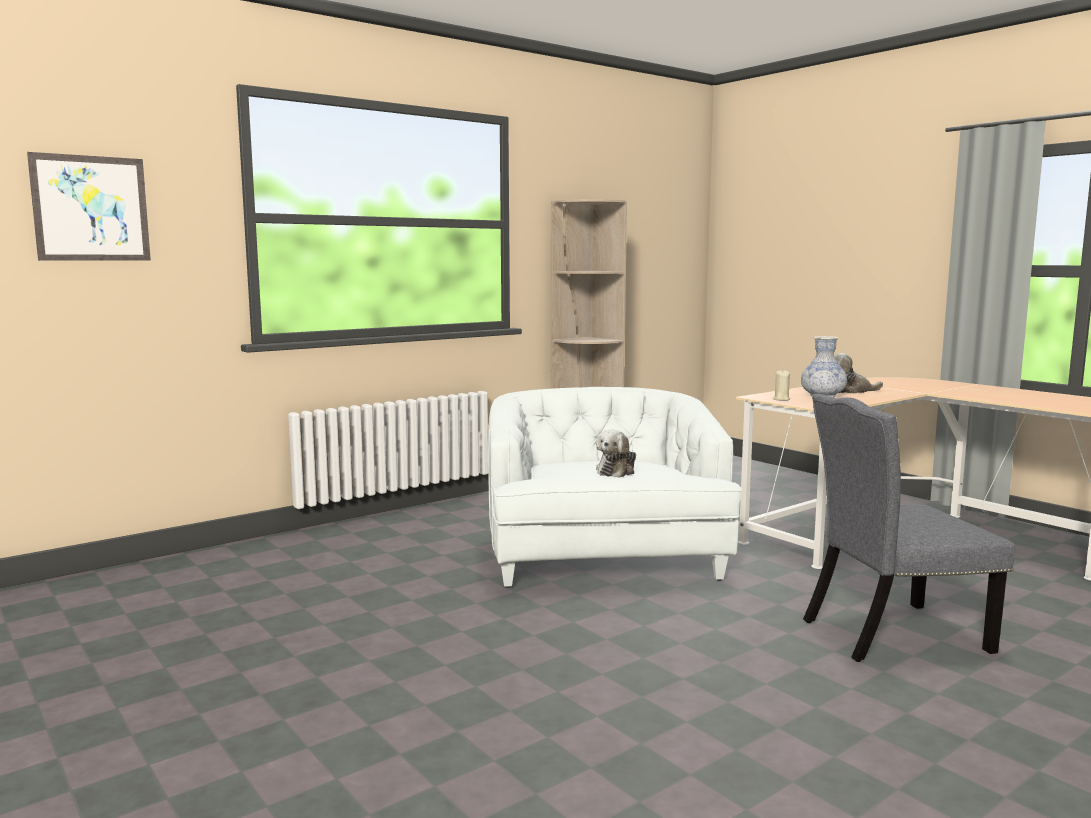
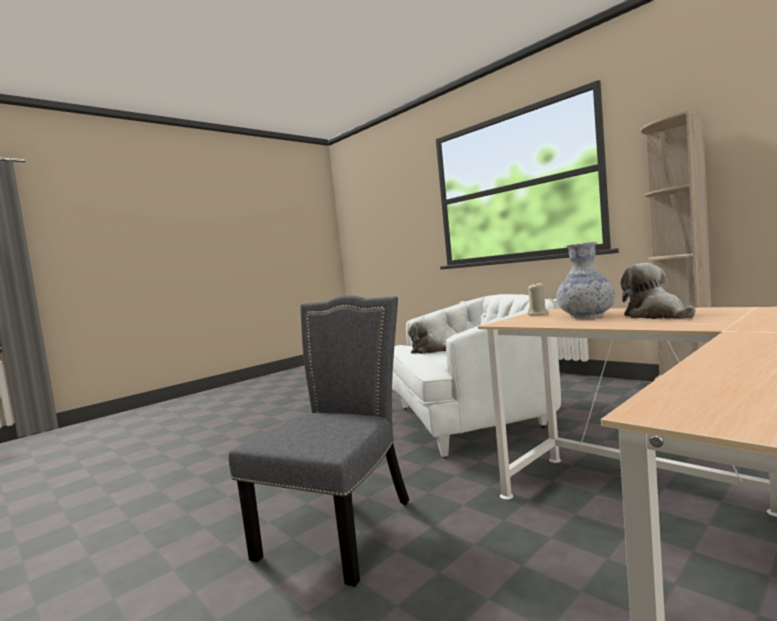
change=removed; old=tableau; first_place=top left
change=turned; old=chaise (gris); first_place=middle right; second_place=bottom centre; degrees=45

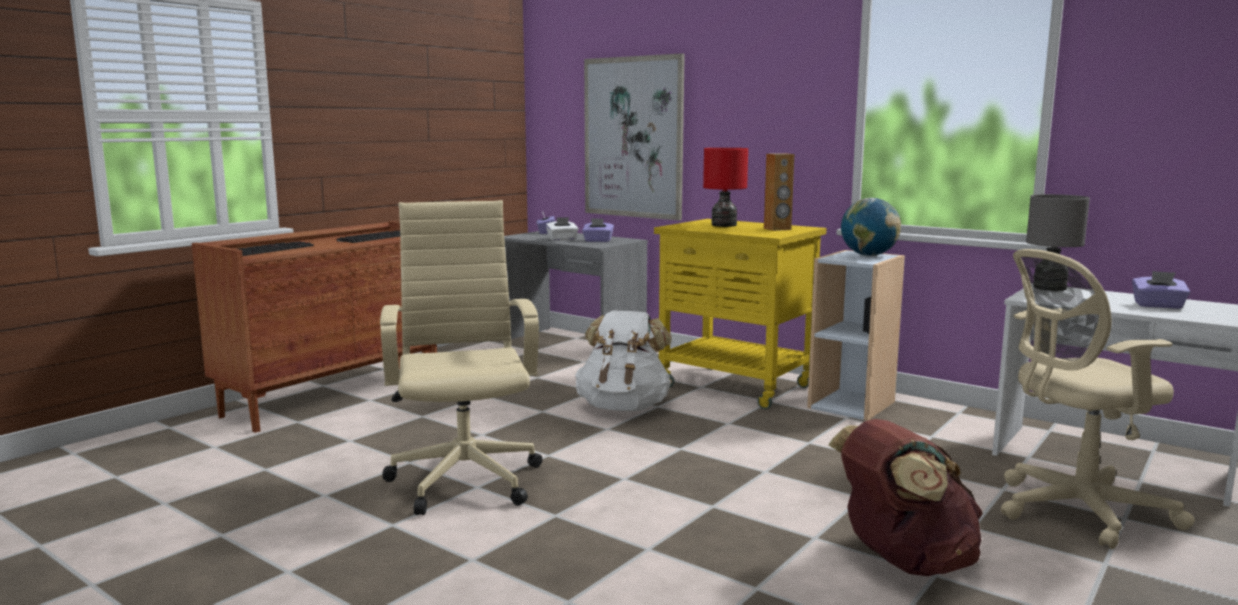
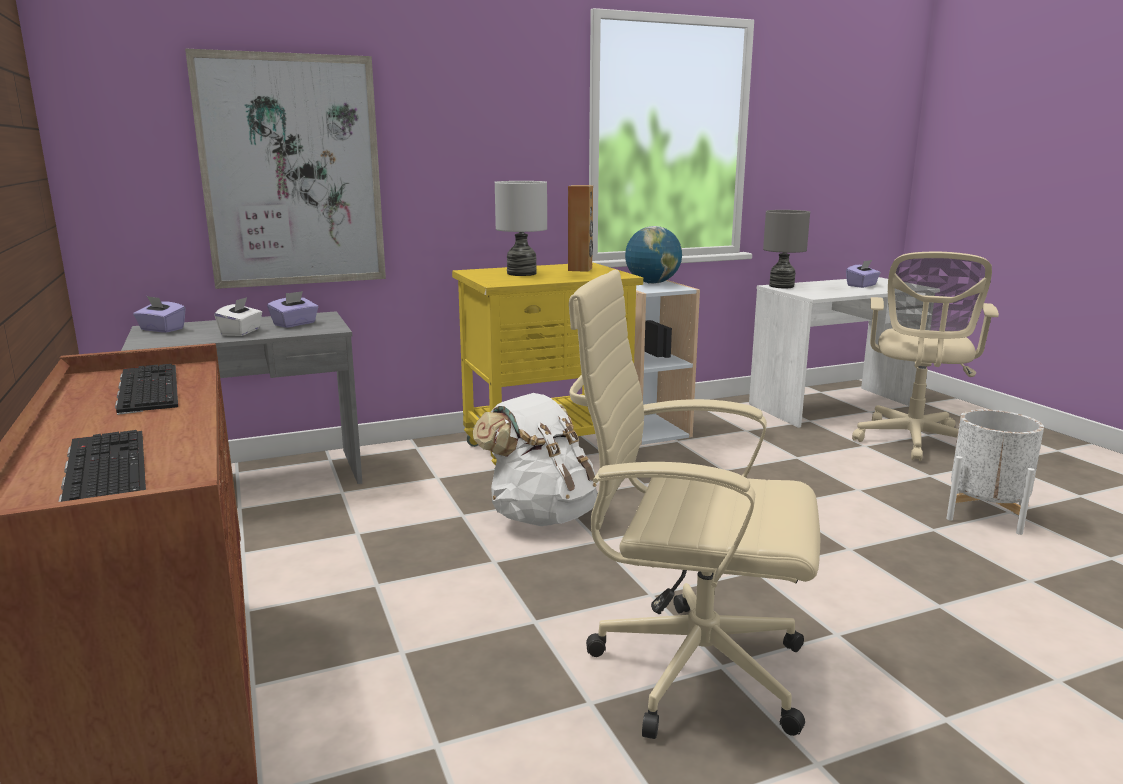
change=recoloured; old=lampe de table (rouge); new=lampe de table (gris) (1st from left); first_place=top centre; second_place=top centre
change=replaced; old=sac à dos (marron); new=cache-pot (blanc); first_place=bottom right; second_place=middle right

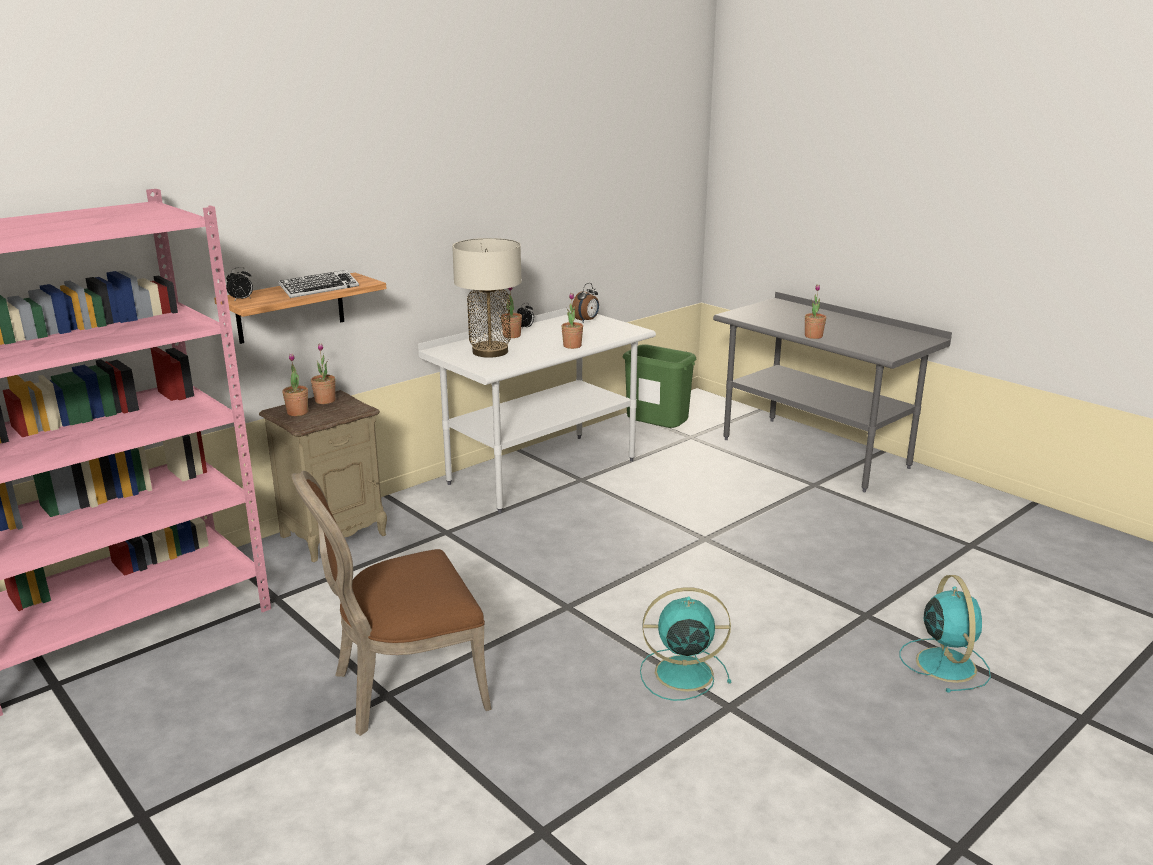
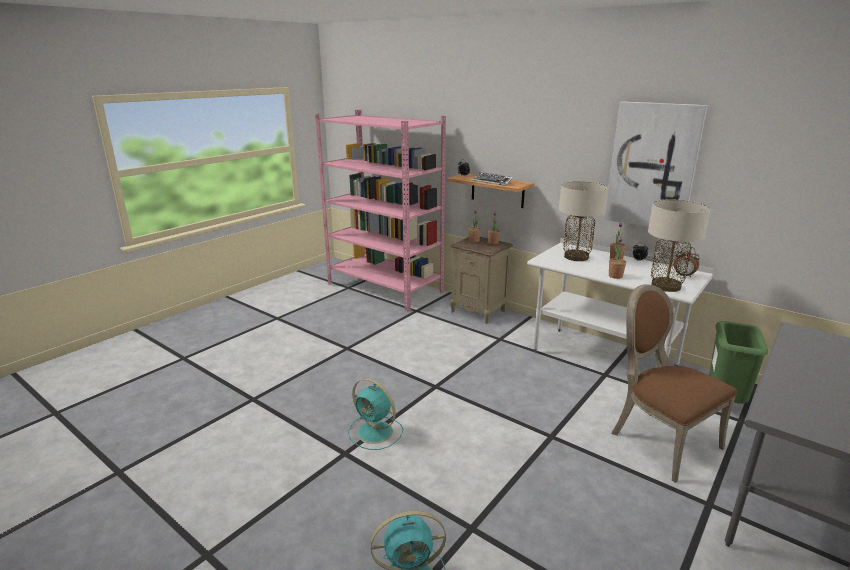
change=moved; old=chaise (marron); first_place=bottom centre; second_place=bottom right
change=turned; old=ventilateur (turquoise) (1st from left); first_place=bottom centre; second_place=bottom centre; degrees=135
change=removed; old=plante en pot (5th from left); first_place=middle right
change=added; new=tableau; second_place=top right
change=added; new=lampe de table (2nd from left); second_place=middle right

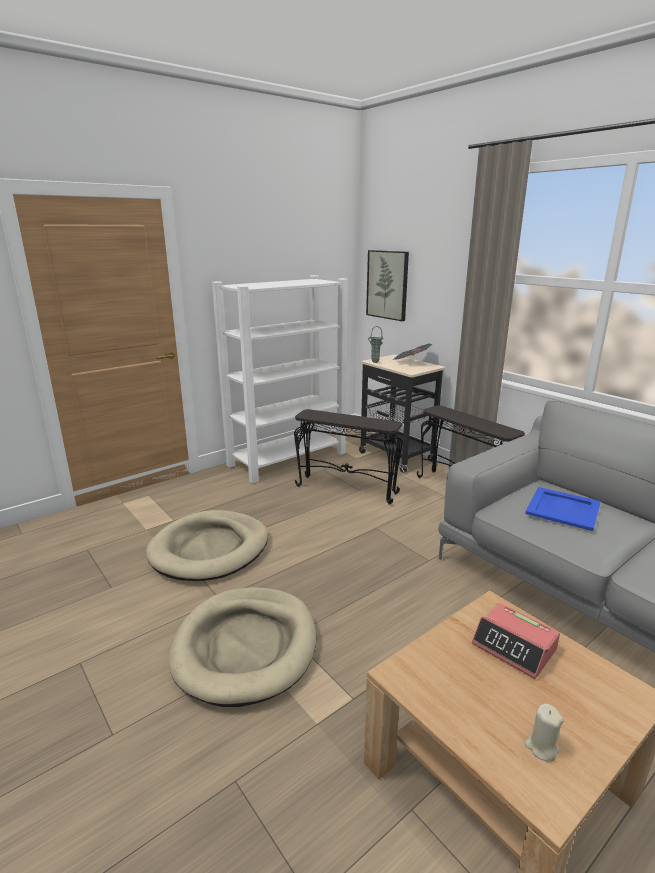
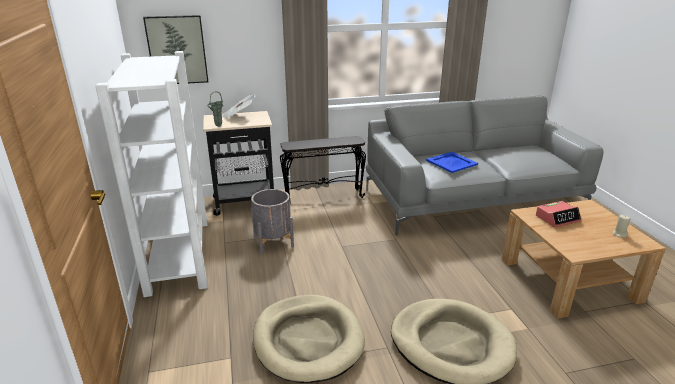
change=replaced; old=table d'appoint (noir) (1st from left); new=cache-pot (gris); first_place=centre; second_place=centre

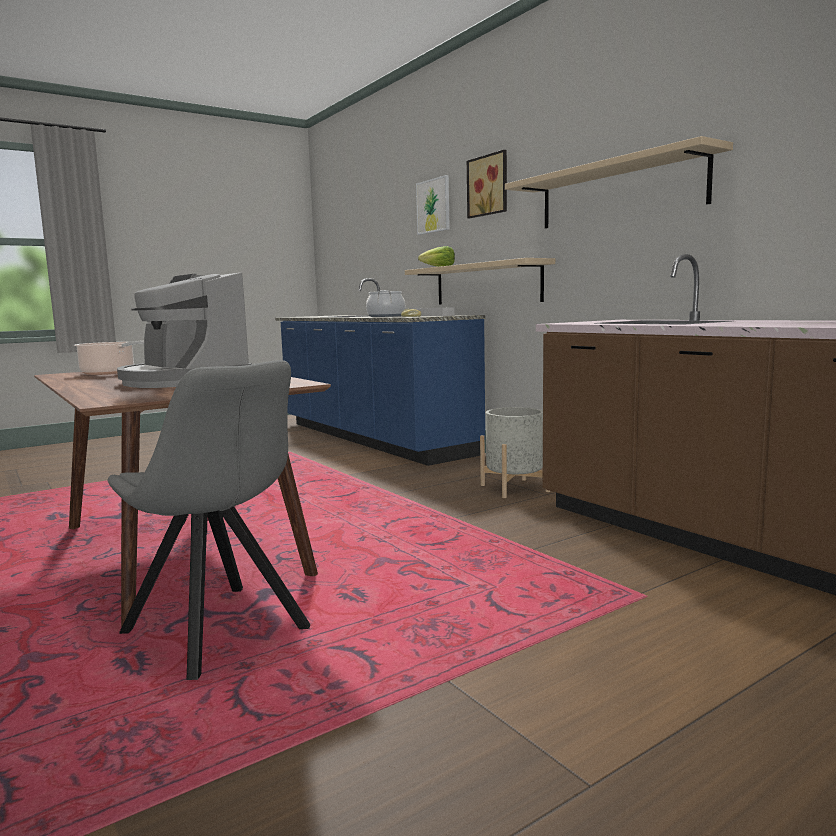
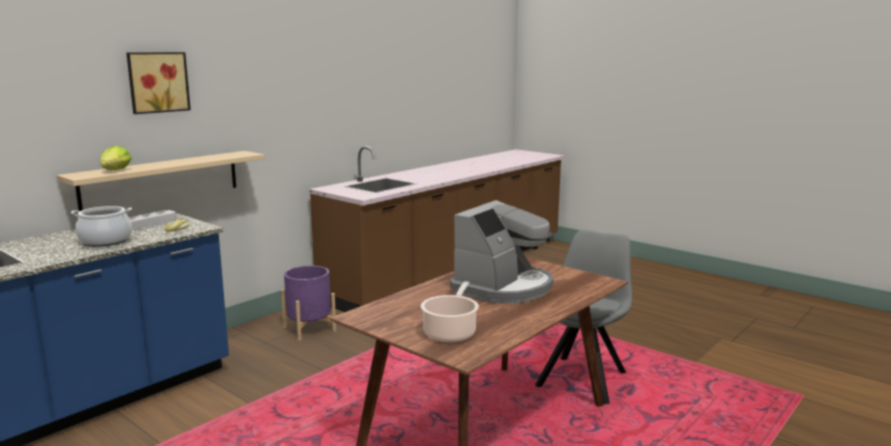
change=removed; old=tableau (1st from left); first_place=top centre
change=recoloured; old=cache-pot (gris); new=cache-pot (violet); first_place=centre; second_place=bottom centre
change=removed; old=étagère (beige) (2nd from left); first_place=top right

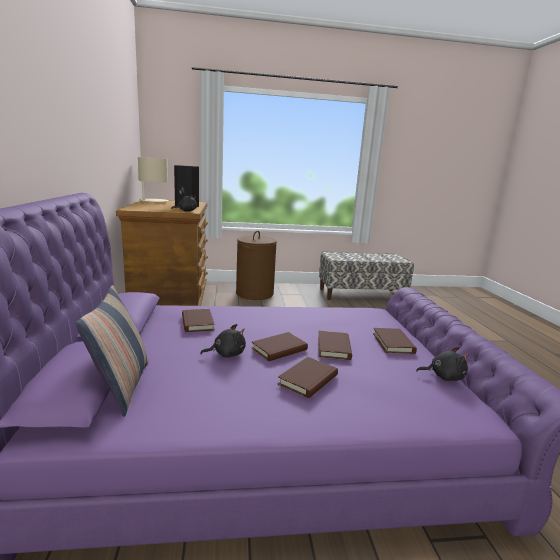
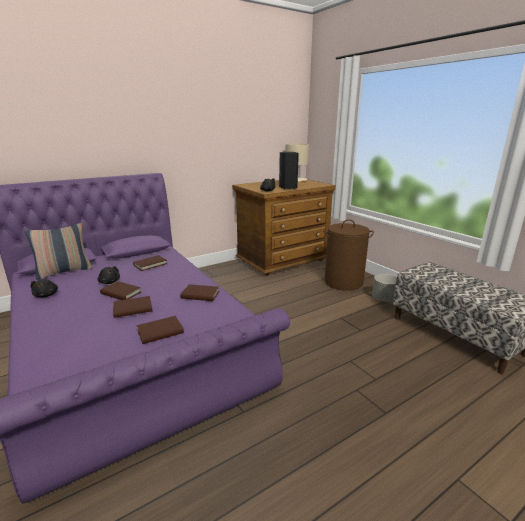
change=moved; old=livre (marron) (3rd from left in the first image); new=livre (marron) (5th from left); first_place=bottom centre; second_place=centre
change=moved; old=peluche (noir) (3rd from left in the first image); new=peluche (noir) (1st from left); first_place=middle right; second_place=middle left
change=added; new=cache-pot (gris); second_place=middle right

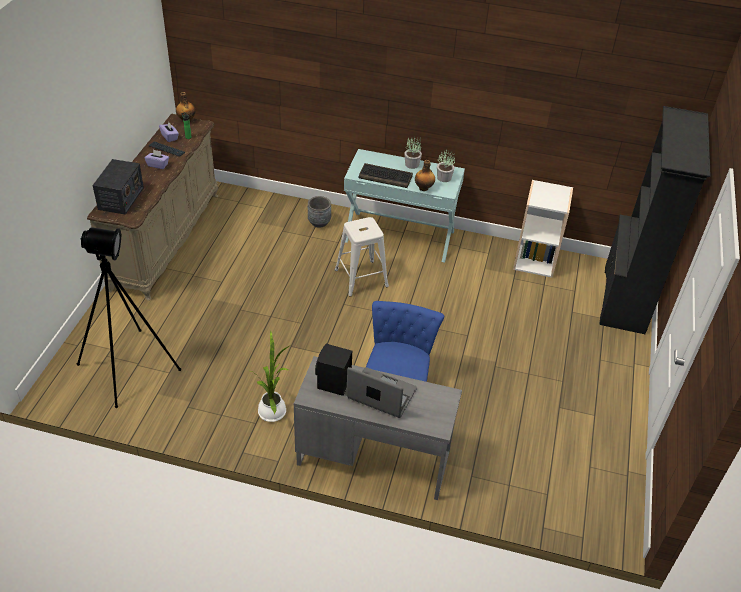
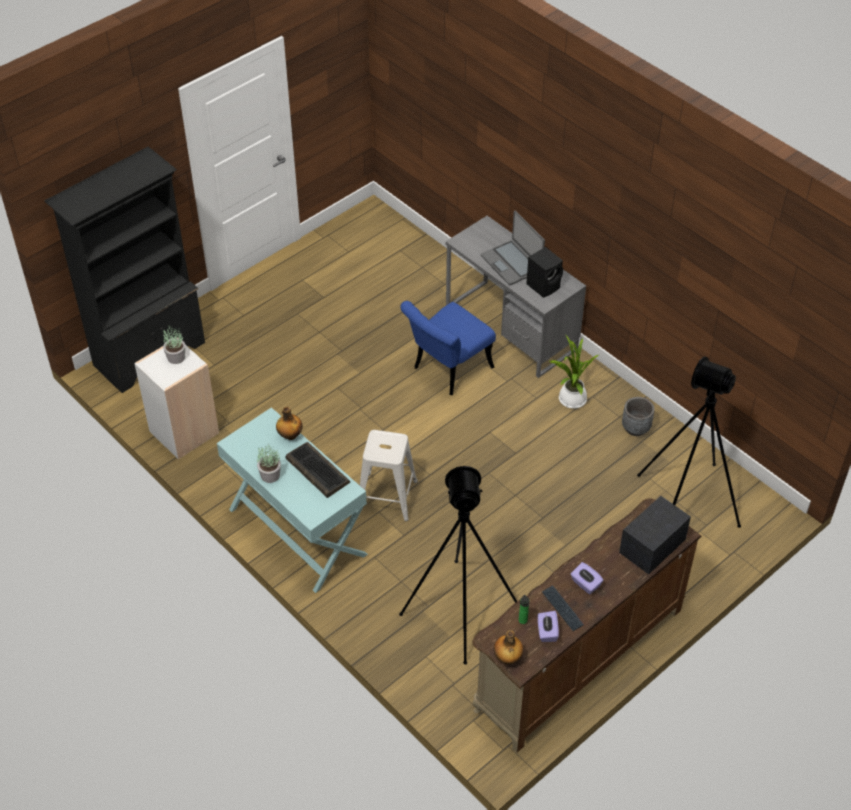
change=moved; old=cache-pot (gris); first_place=centre; second_place=middle right
change=moved; old=plante en pot (3rd from left in the first image); new=plante en pot (1st from left); first_place=top centre; second_place=middle left
change=added; new=lampadaire (noir) (1st from left); second_place=bottom centre

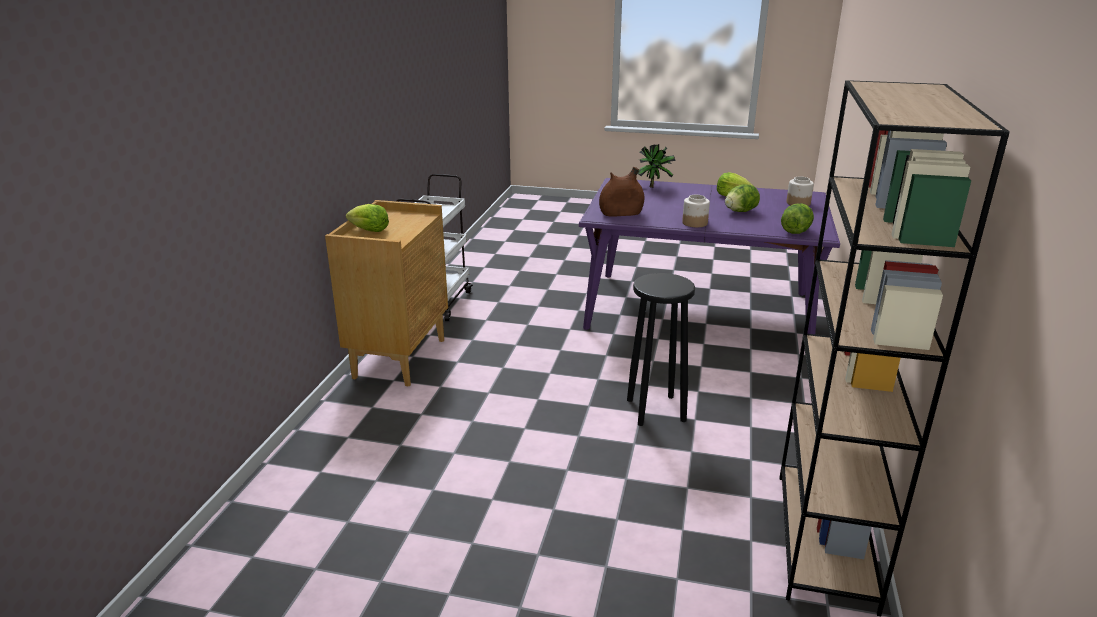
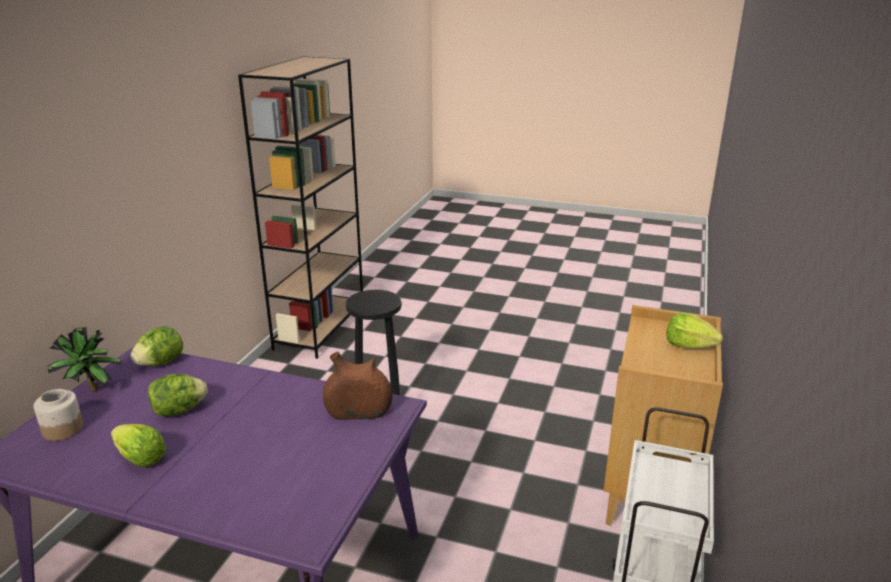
change=moved; old=plante en pot; first_place=top centre; second_place=middle left
change=removed; old=bocal (1st from left); first_place=centre

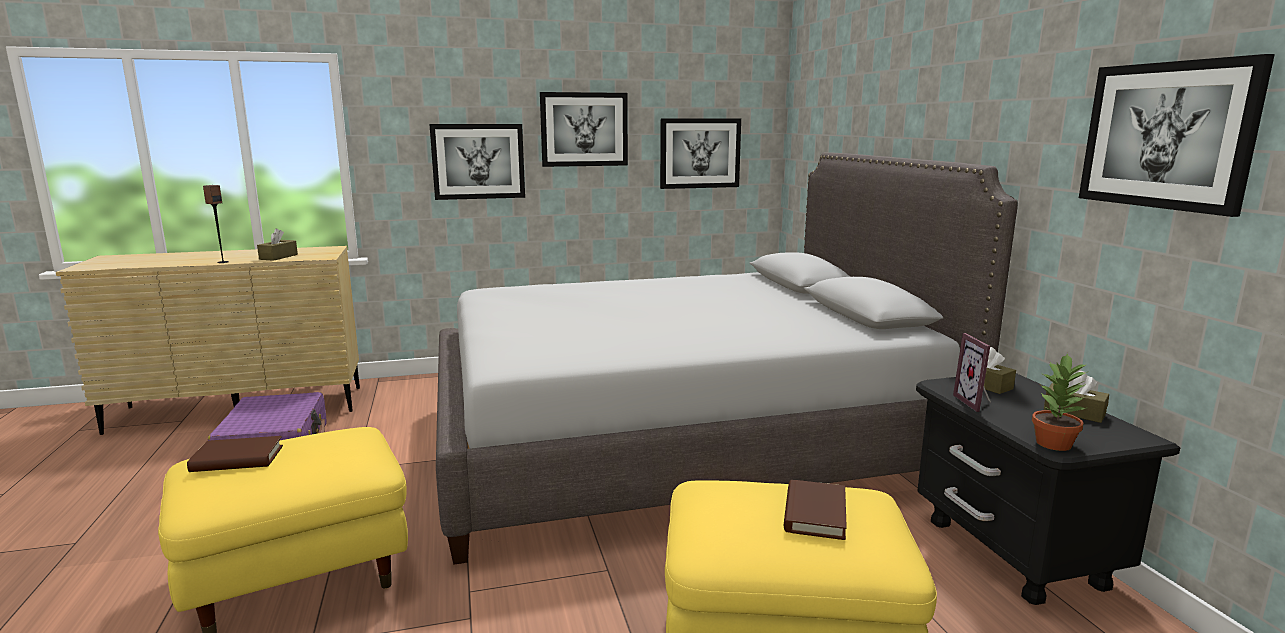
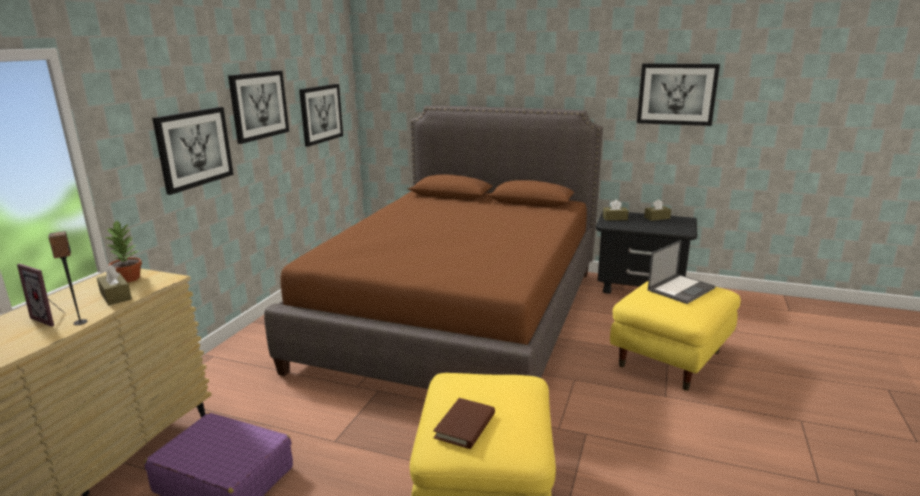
change=recoloured; old=lit (gris); new=lit (marron); first_place=centre; second_place=centre
change=replaced; old=livre (marron) (2nd from left); new=ordinateur portable; first_place=bottom centre; second_place=middle right
change=moved; old=cadre photo; first_place=middle right; second_place=middle left
change=moved; old=plante en pot; first_place=middle right; second_place=middle left

